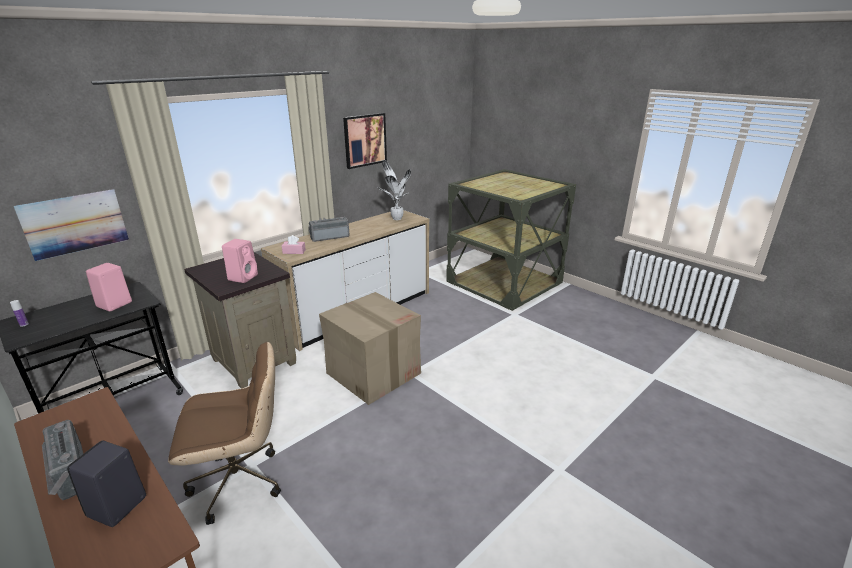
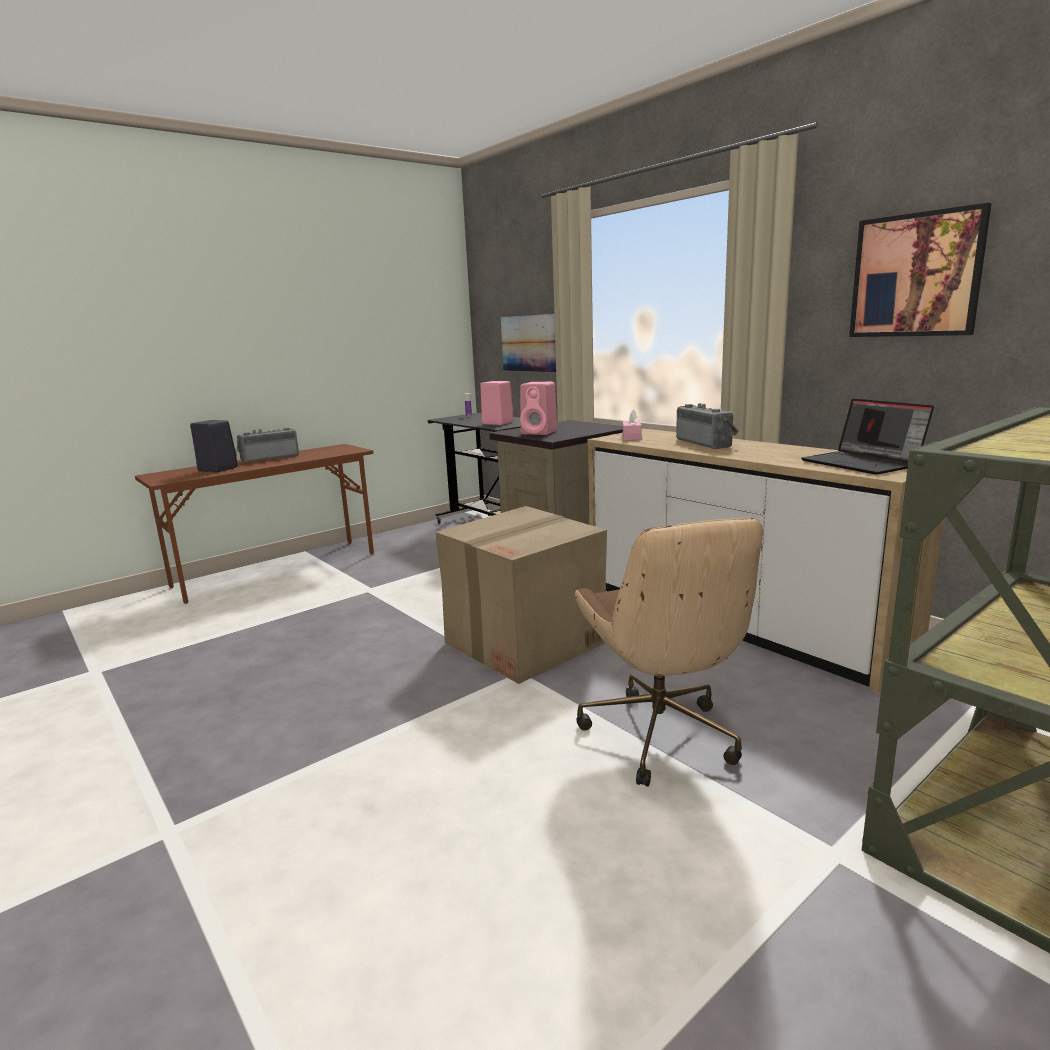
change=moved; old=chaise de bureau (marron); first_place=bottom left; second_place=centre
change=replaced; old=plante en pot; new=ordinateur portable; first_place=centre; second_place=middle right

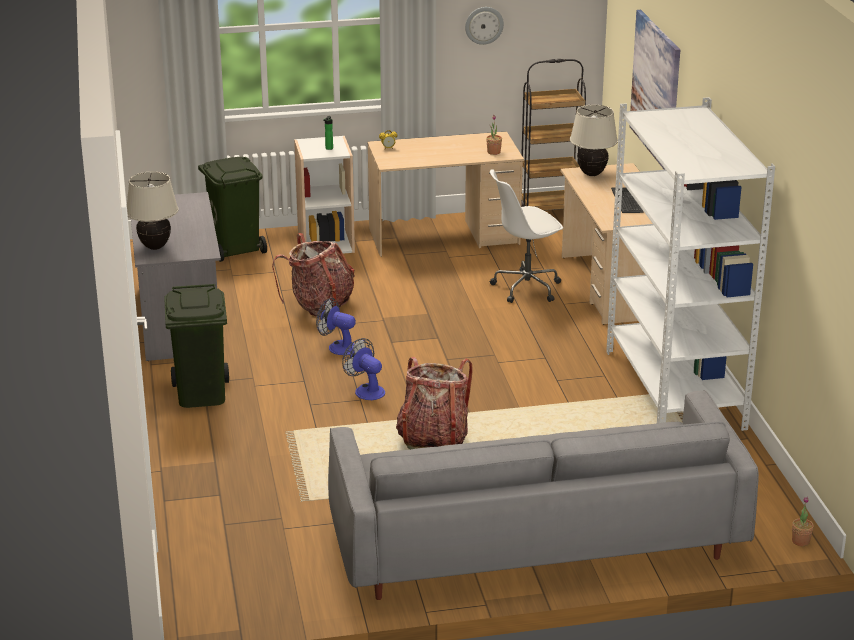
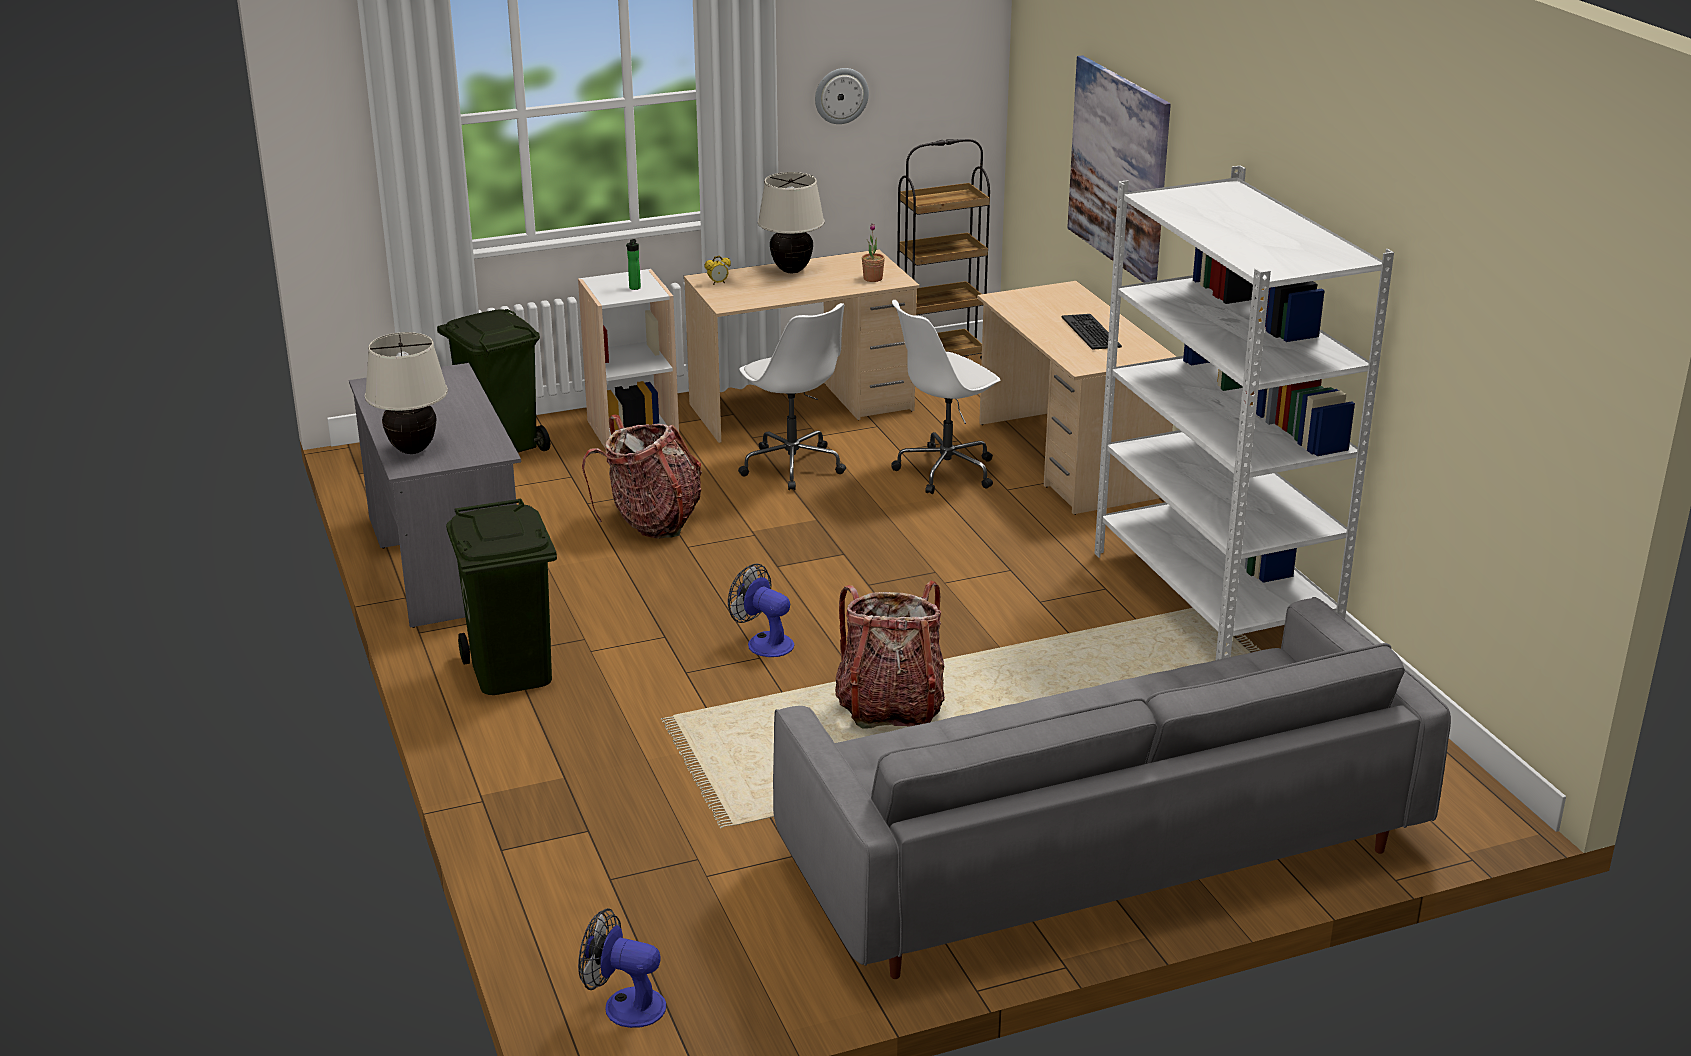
change=moved; old=ventilateur (1st from left); first_place=centre; second_place=bottom centre
change=moved; old=lampe de table (beige) (2nd from left); first_place=top right; second_place=top centre
change=removed; old=plante en pot (2nd from left); first_place=bottom right
change=added; new=chaise de bureau (blanc) (1st from left); second_place=centre

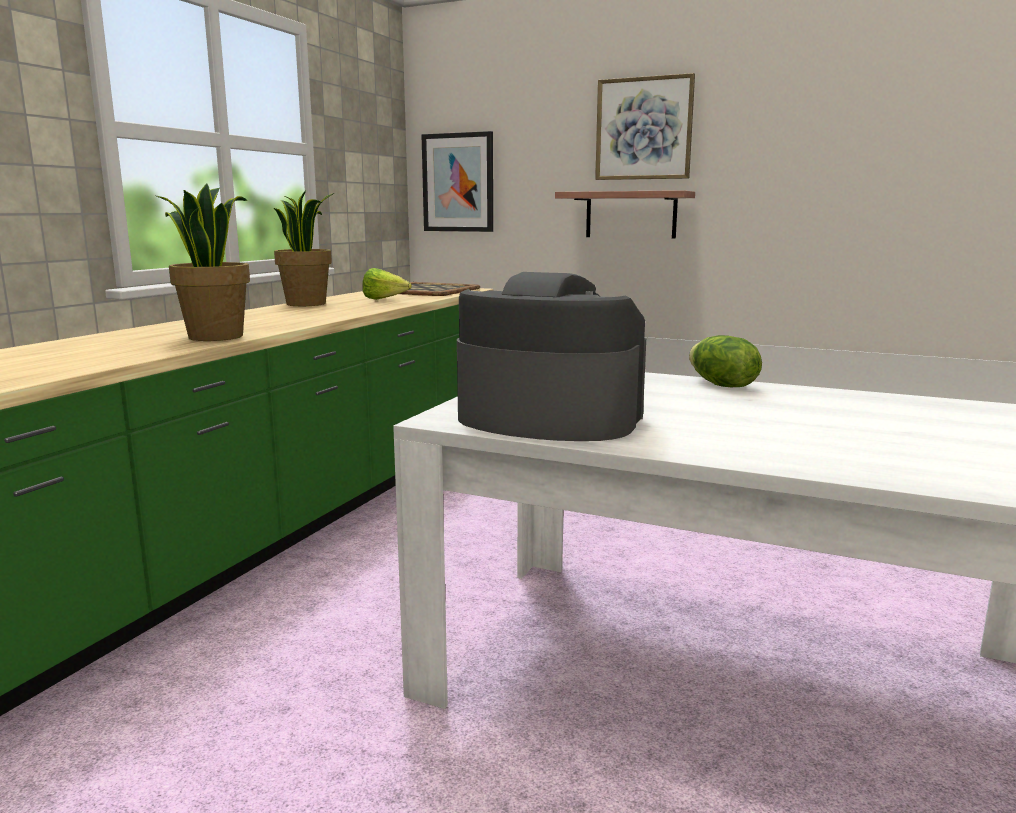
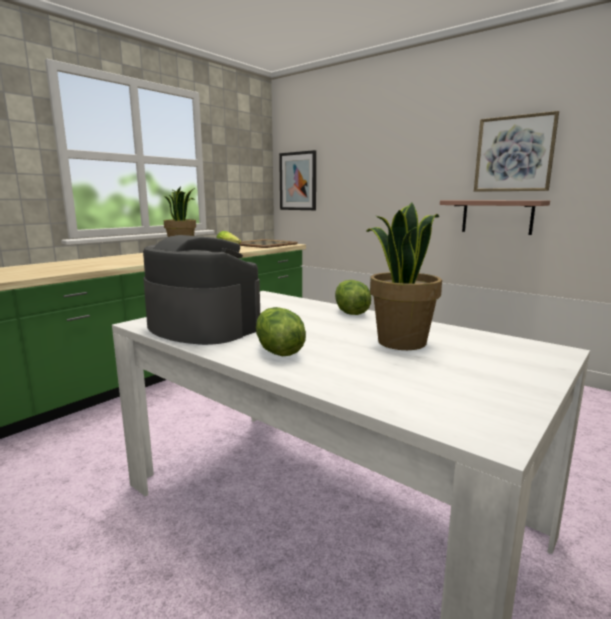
change=moved; old=plante en pot (1st from left in the first image); new=plante en pot (2nd from left); first_place=top left; second_place=centre
change=moved; old=étagère; first_place=top centre; second_place=middle right
change=moved; old=tableau (2nd from left); first_place=top centre; second_place=top right
change=added; new=laitue (2nd from left); second_place=centre

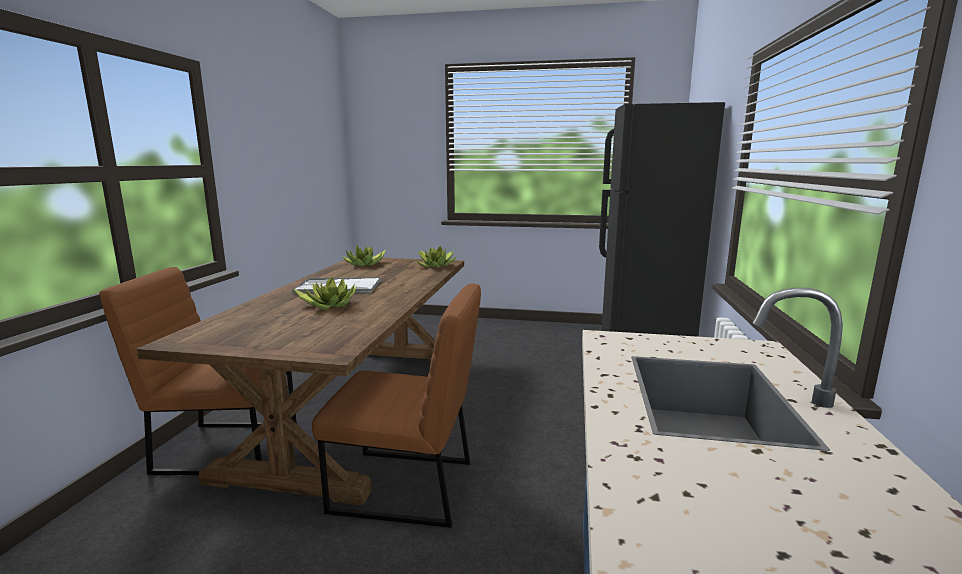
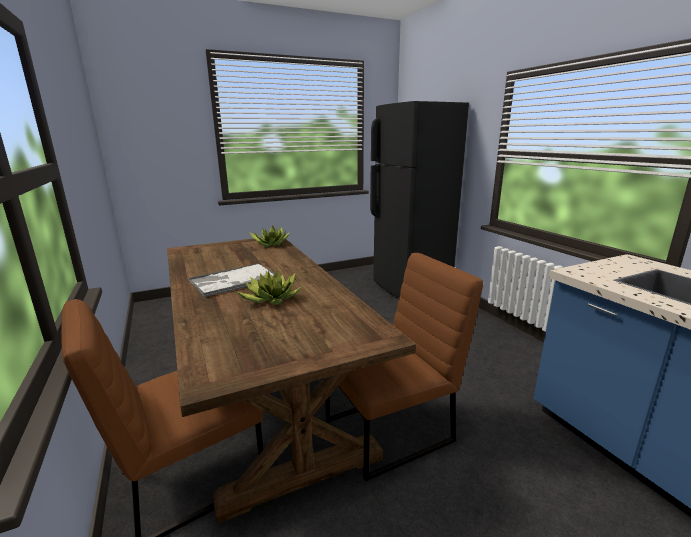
change=removed; old=plante en pot (2nd from left); first_place=centre

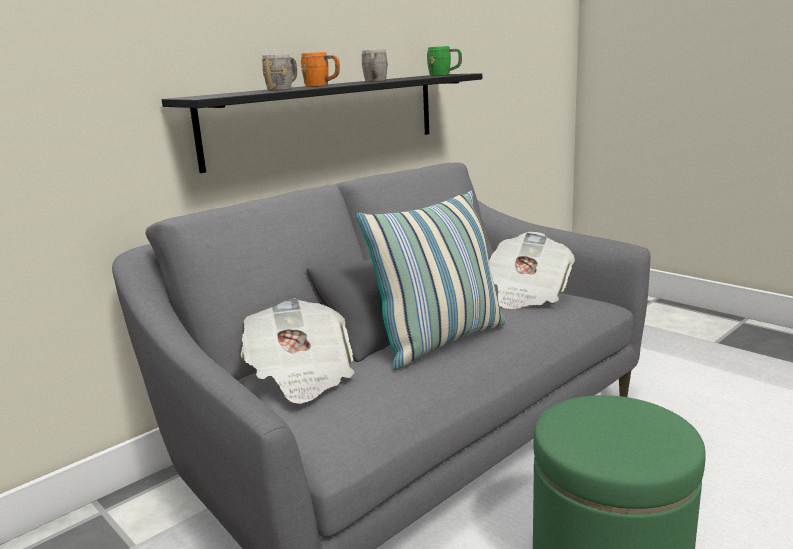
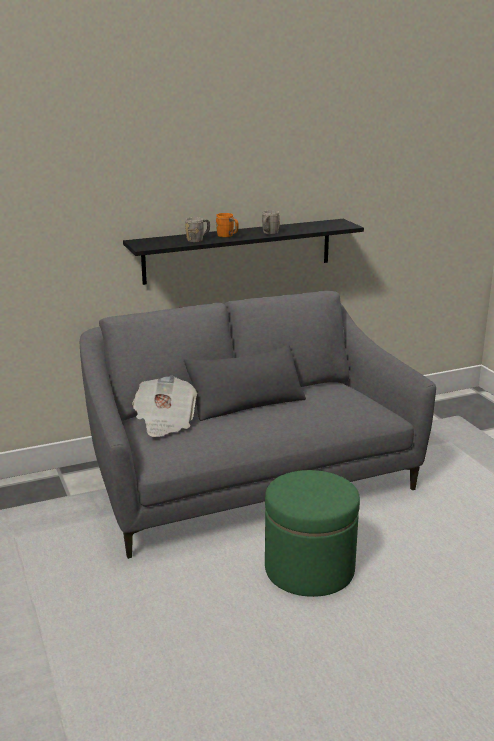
change=removed; old=coussin; first_place=centre
change=removed; old=mug (vert); first_place=top centre
change=removed; old=journal (2nd from left); first_place=middle right

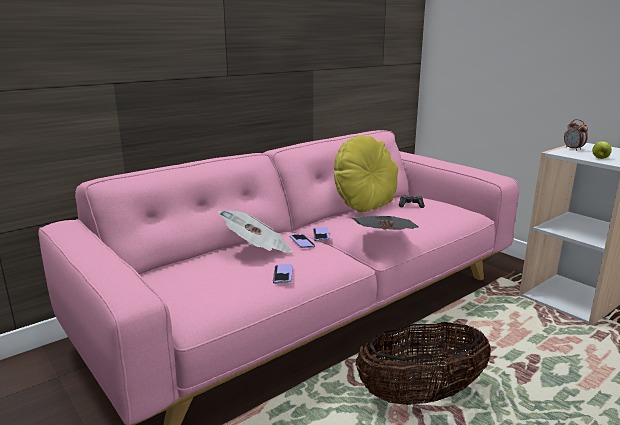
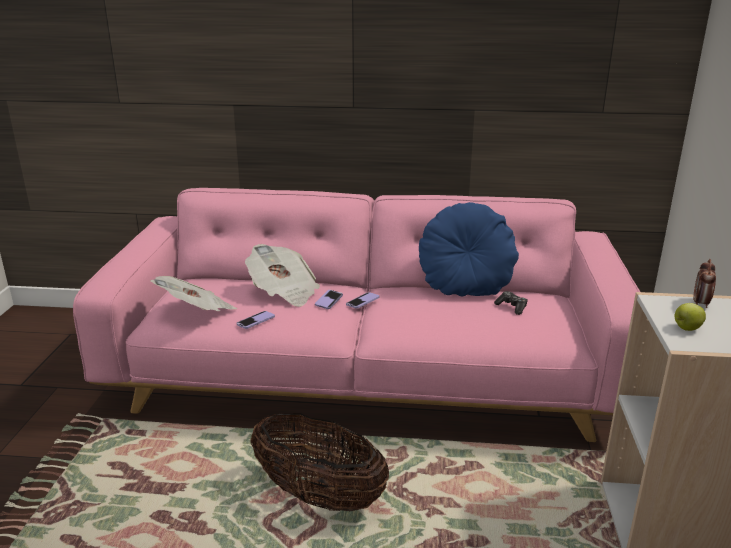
change=recoloured; old=coussin (jaune); new=coussin (bleu); first_place=centre; second_place=centre
change=moved; old=journal (2nd from left in the first image); new=journal (1st from left); first_place=centre; second_place=middle left

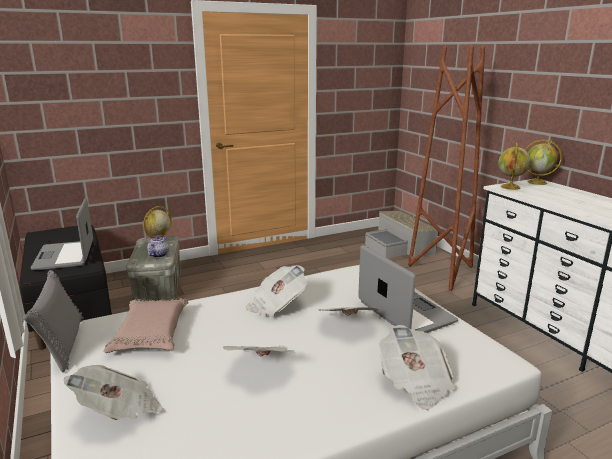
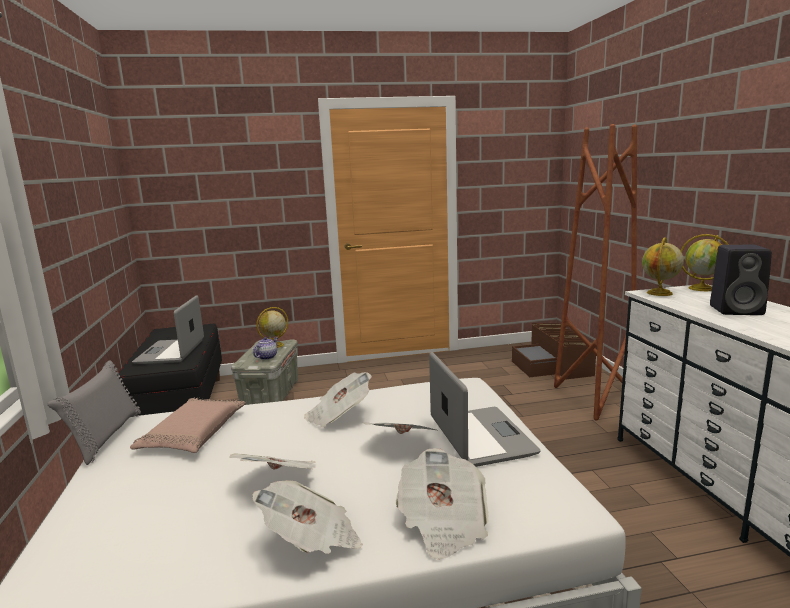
change=moved; old=journal (1st from left in the first image); new=journal (2nd from left); first_place=bottom left; second_place=bottom centre
change=recoloured; old=boîte de rangement (gris) (2nd from left); new=boîte de rangement (marron); first_place=centre; second_place=middle right
change=added; new=enceinte (noir); second_place=middle right

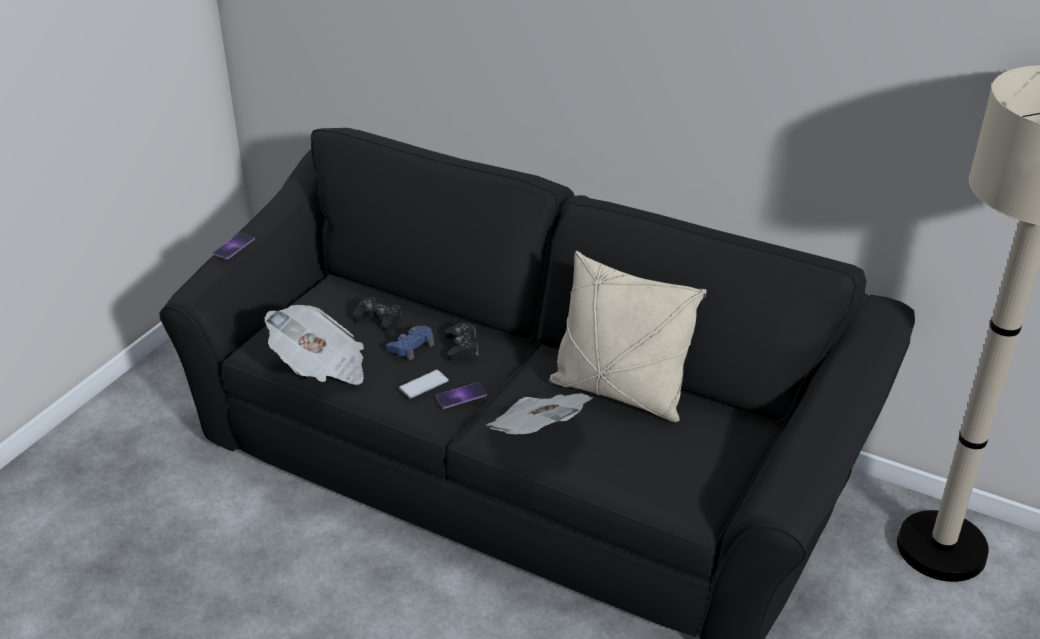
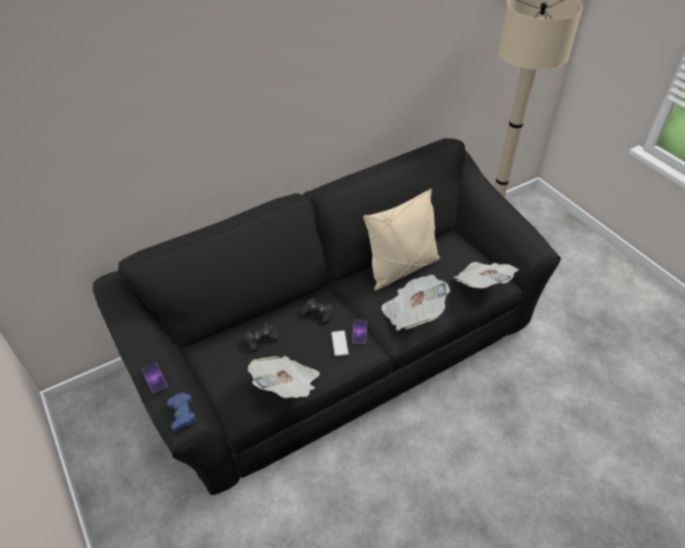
change=moved; old=manette (bleu); first_place=centre; second_place=bottom left
change=added; new=journal (3rd from left); second_place=middle right

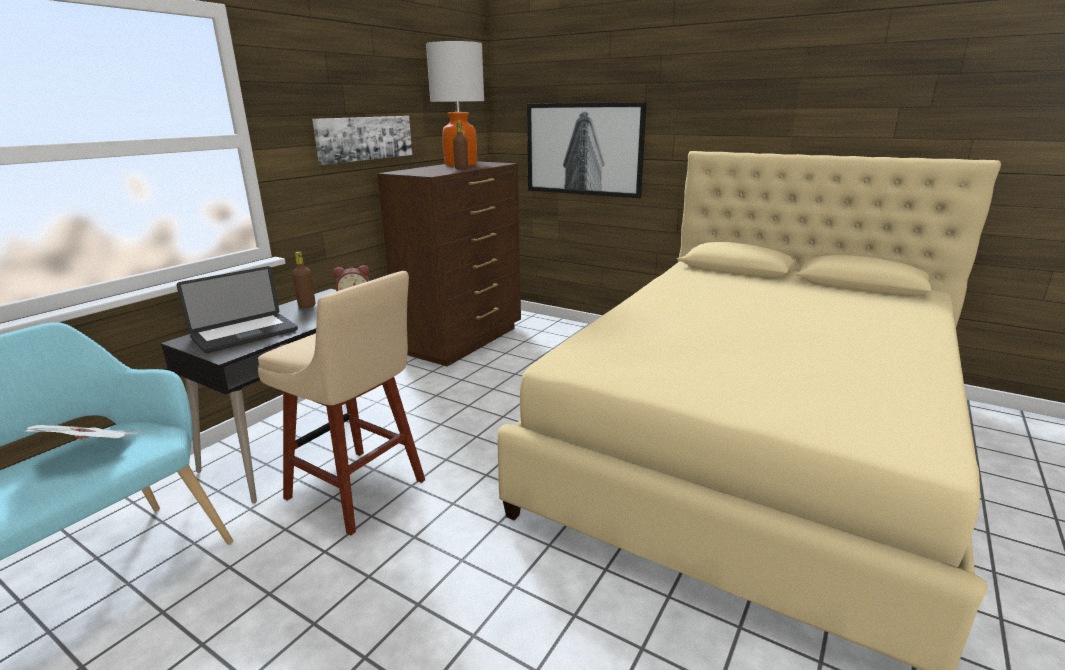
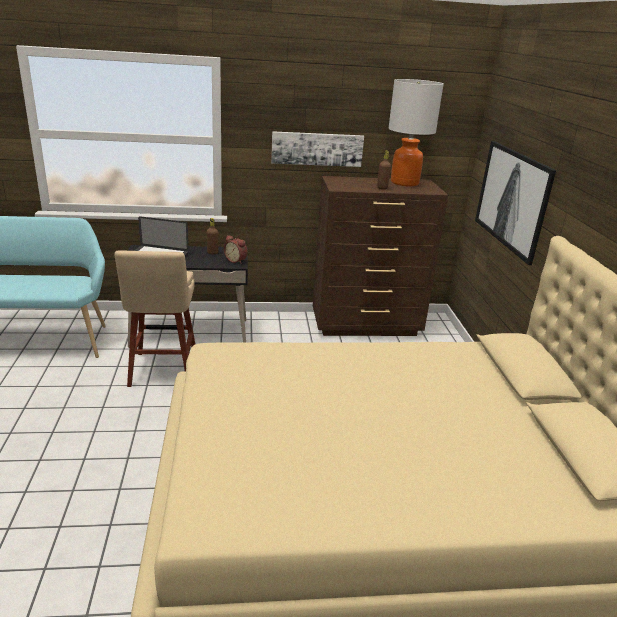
change=removed; old=journal; first_place=middle left

